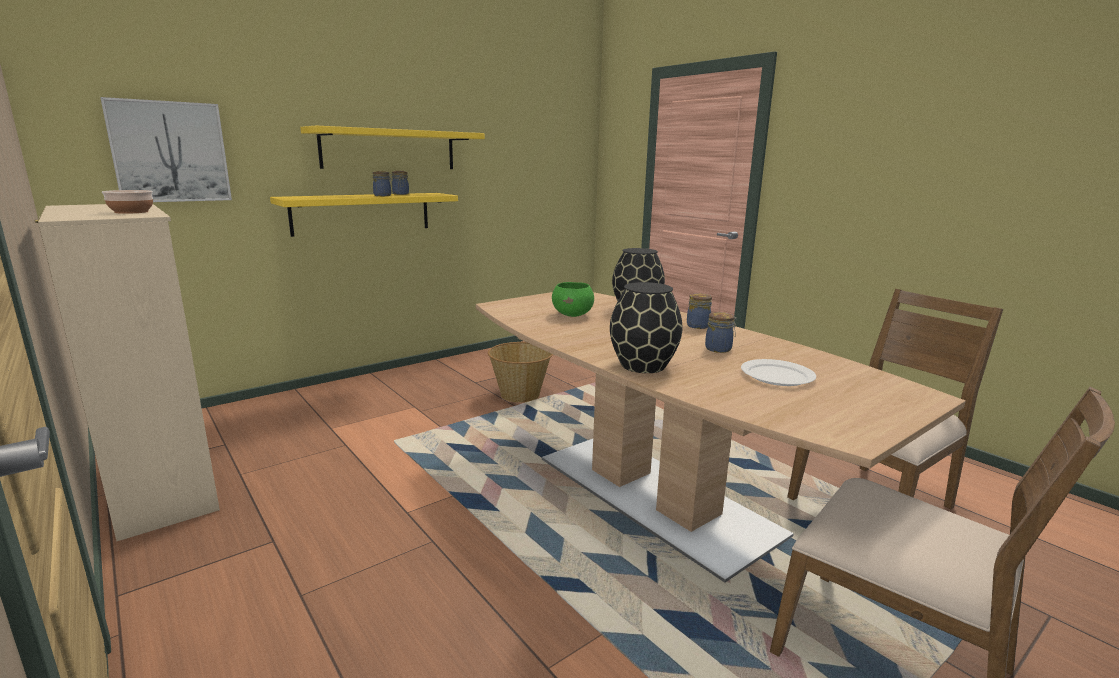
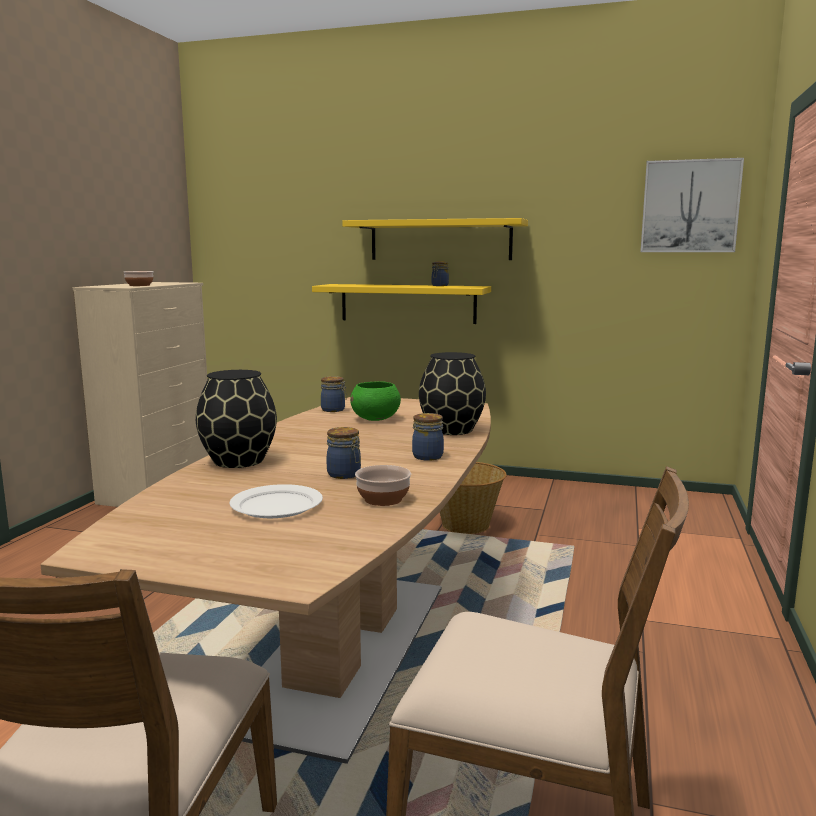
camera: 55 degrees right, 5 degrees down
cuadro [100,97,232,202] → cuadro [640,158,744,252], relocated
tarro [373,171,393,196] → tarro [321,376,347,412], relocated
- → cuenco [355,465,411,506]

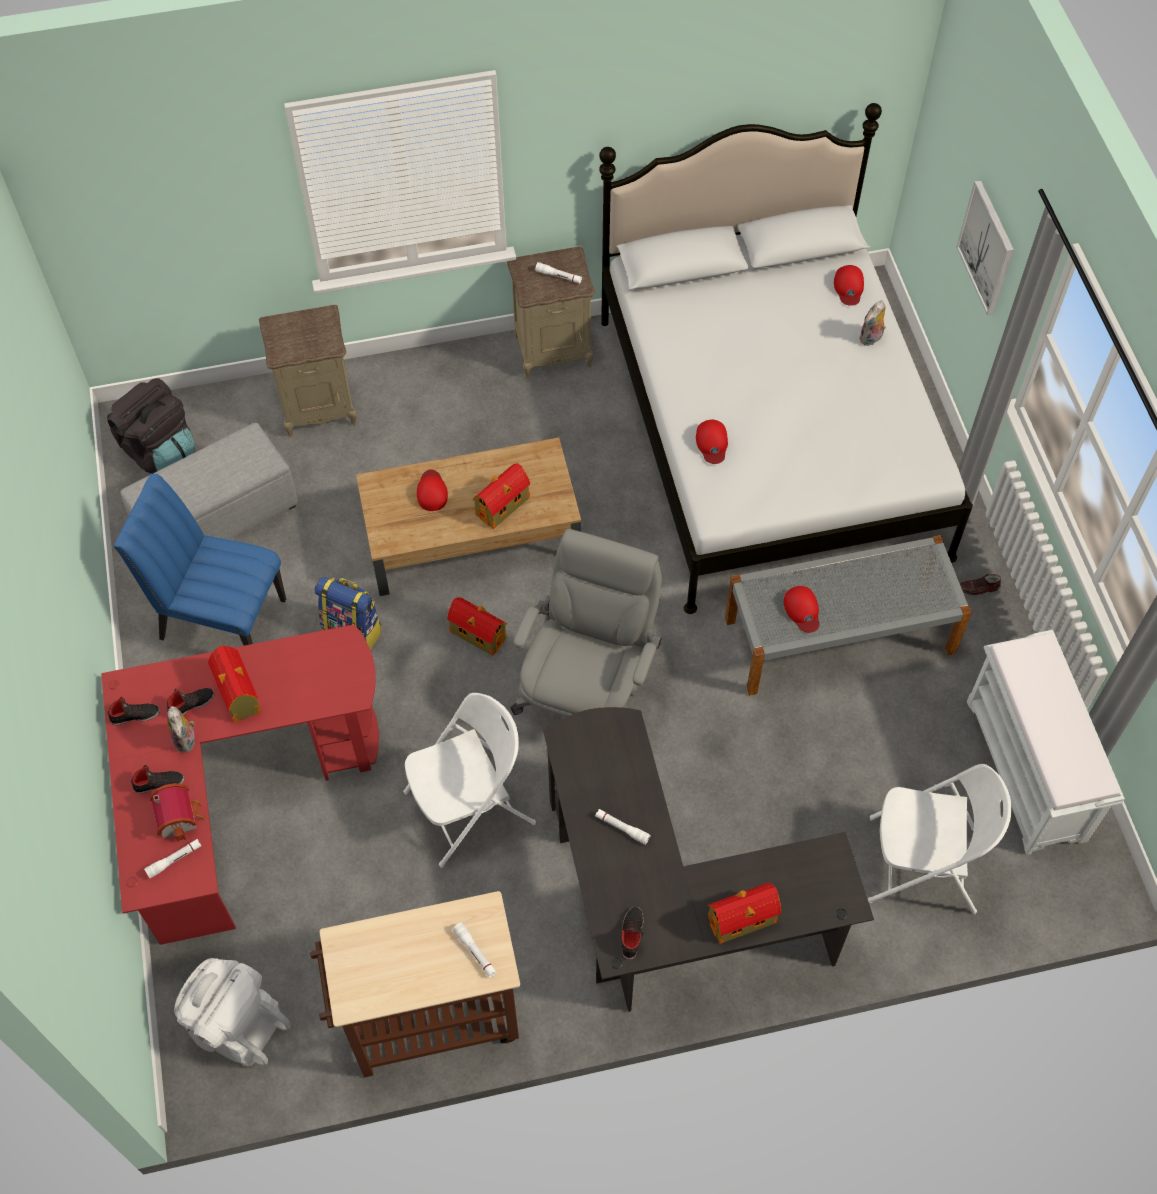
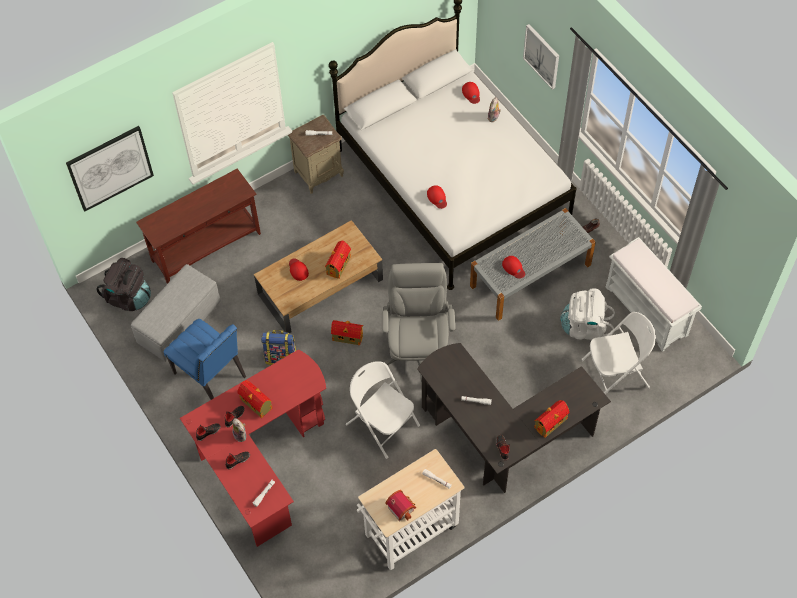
camera: 20 degrees left, 0 degrees up
silla [azul] [113,474,286,646] → silla [azul] [164,319,246,400], 135 degrees counterclockwise
casita [150,783,205,842] → casita [385,490,416,522], relocated
mochila [blanco] [174,958,291,1066] → mochila [blanco] [560,288,615,340], relocated
mesita de noche [beis] [259,305,357,437] → mesa consola [marrón] [136,169,261,284]
carrito [marrón] [310,891,520,1077] → carrito [blanco] [357,449,464,571]
silla [blanco] [403,693,536,868] → silla [blanco] [346,361,420,459], 90 degrees counterclockwise
- → cuadro [66,126,154,212]

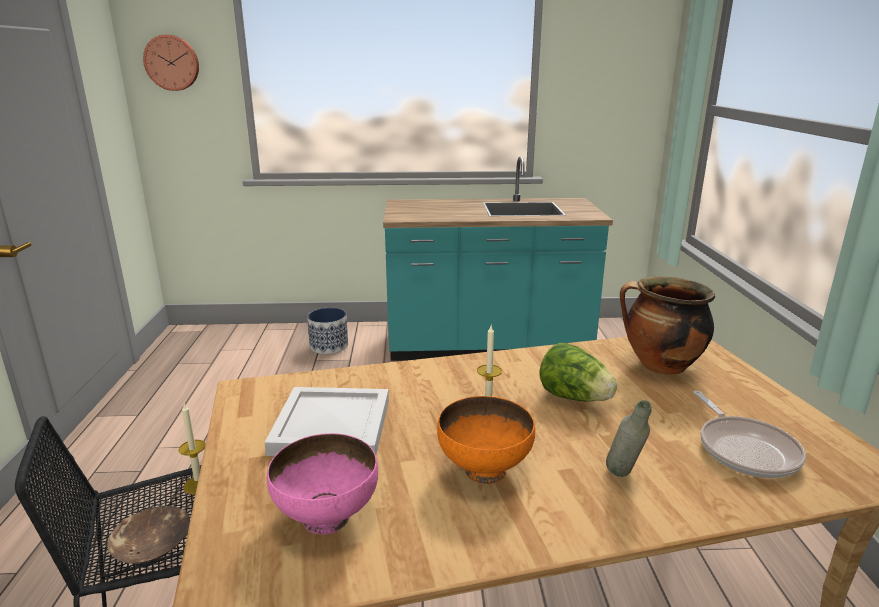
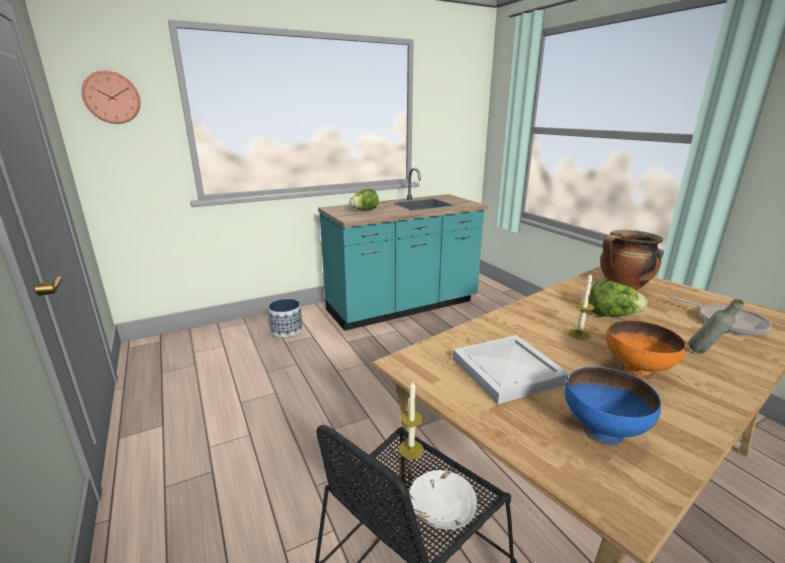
camera: 25 degrees left, 0 degrees up
cuenco [marrón] [107,506,190,564] → cuenco [blanco] [409,470,477,530]
cuenco [rosa] [267,433,378,534] → cuenco [azul] [565,367,661,445]
- → lechuga [349,189,379,210]

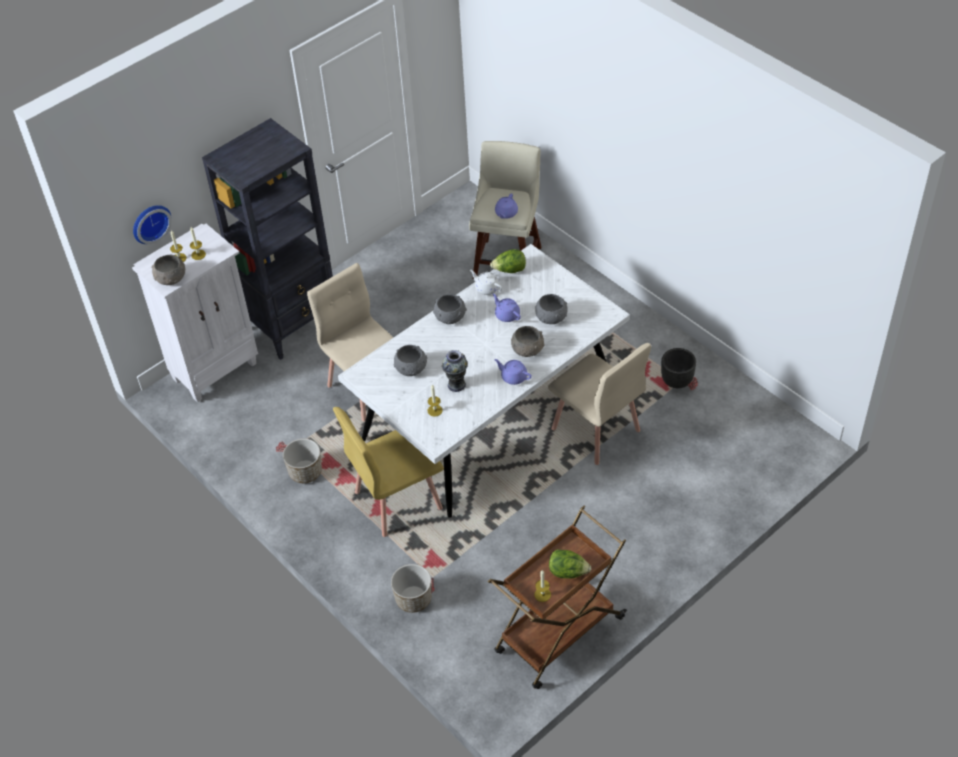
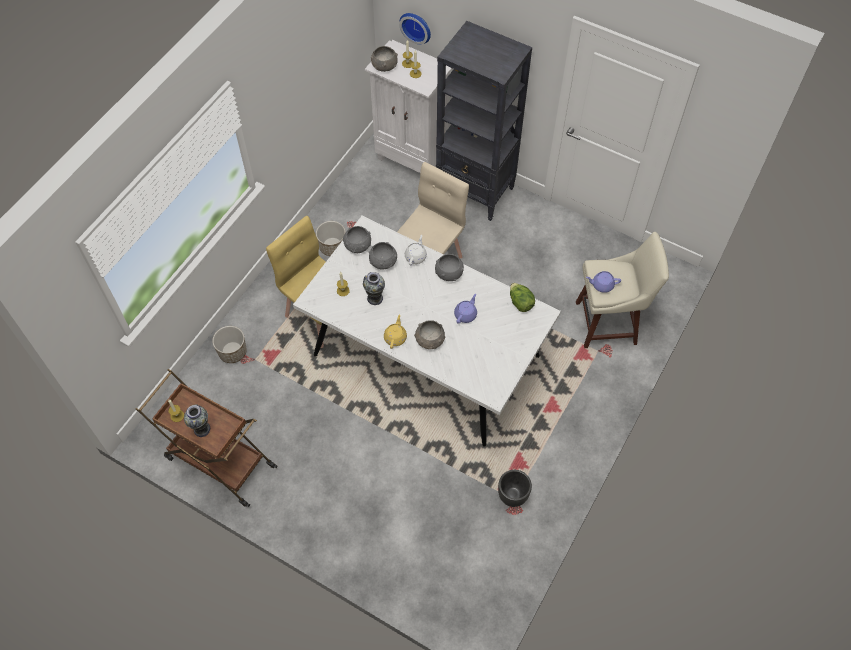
camera: 70 degrees right, 10 degrees up
tetera [blanco] [470,270,502,295] → tetera [blanco] [405,235,427,265], relocated
tetera [morado] [494,359,532,385] → tetera [amarillo] [384,314,407,349]
cuenco [gris] [535,294,568,324] → cuenco [gris] [343,226,371,253], relocated
silla [beis] [548,343,651,465] → -
lechuga [549,550,591,579] → florero [184,404,210,437]

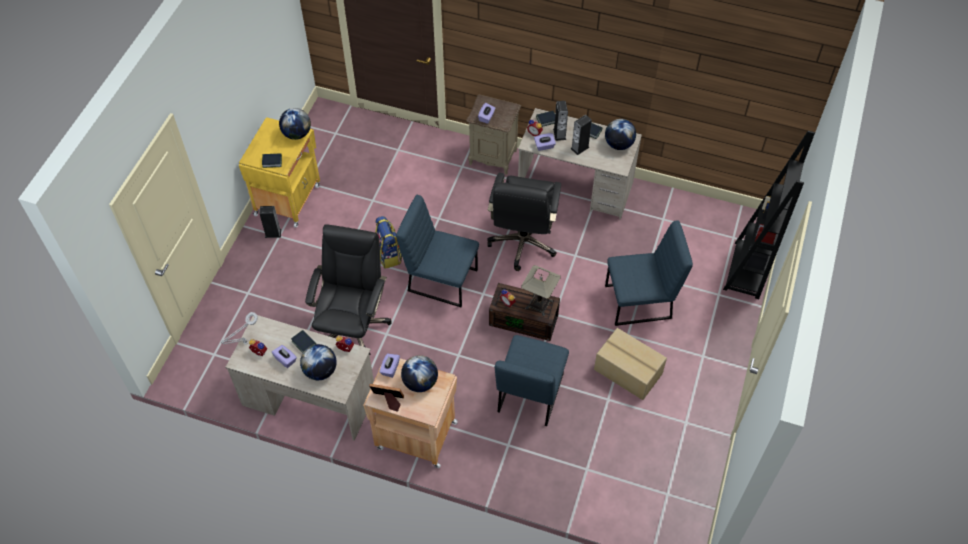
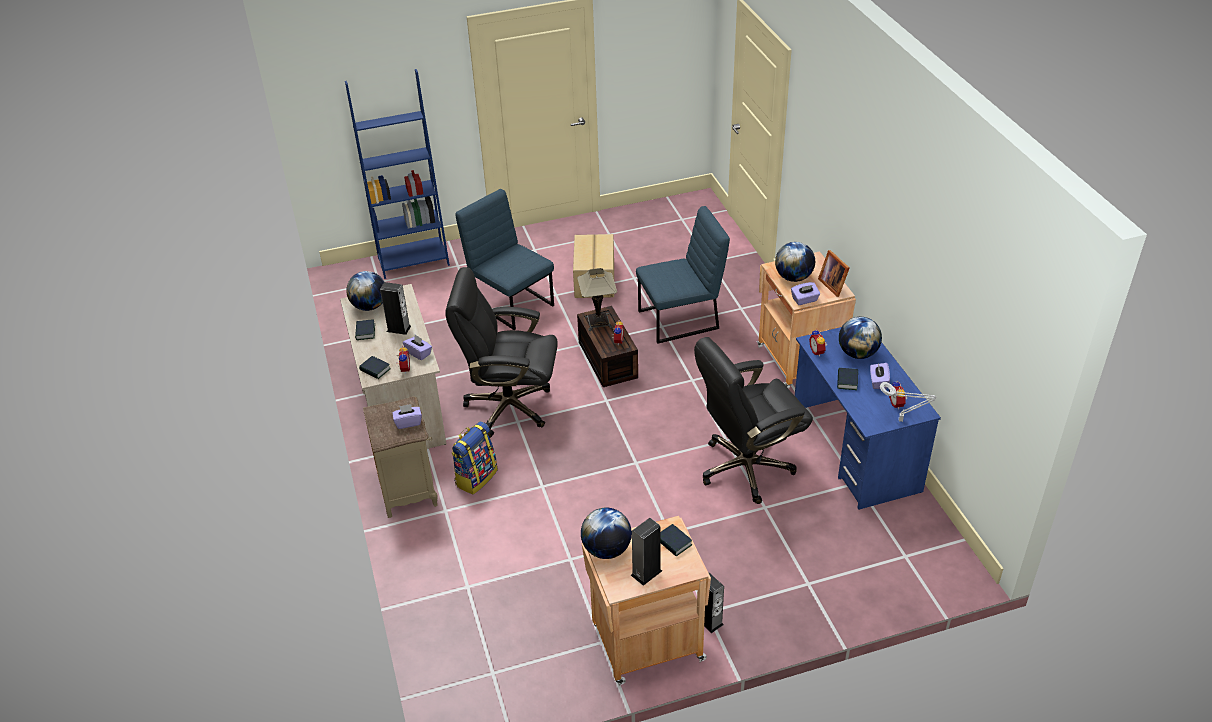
camera: 125 degrees left, 15 degrees down
escritorio [beis] [225,315,374,441] → escritorio [azul] [795,327,941,510]
carrito [amarillo] [239,117,320,228] → carrito [marrón] [582,516,711,686]
mochila [375,216,402,269] → mochila [451,421,498,494], relocated
silla [azul] [396,195,479,307] → -
silla de oficina [negro] [487,173,561,271] → silla de oficina [negro] [445,267,558,437], 150 degrees counterclockwise
altavoz [553,101,568,141] → altavoz [631,518,662,586], relocated
estantería [negro] [723,131,815,299] → estantería [azul] [345,69,450,279]

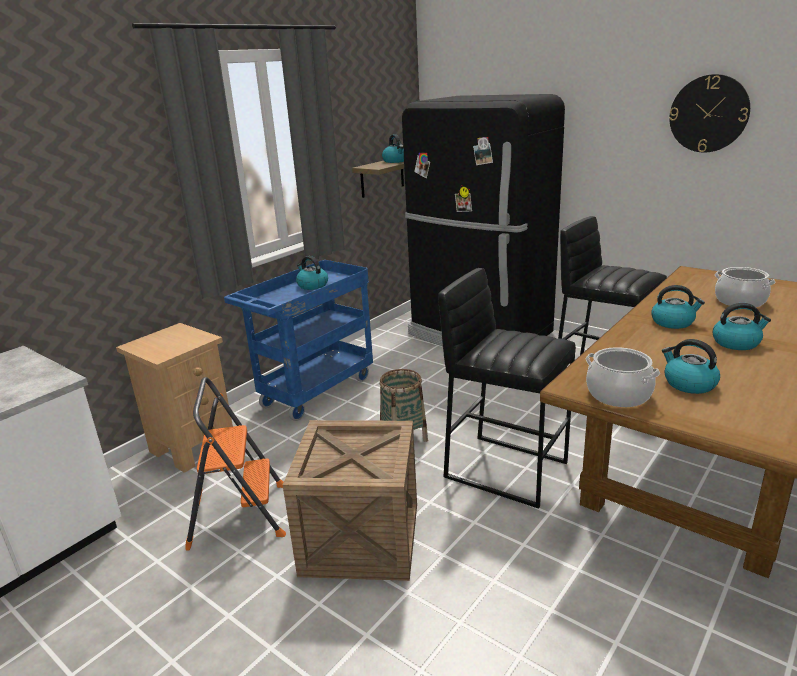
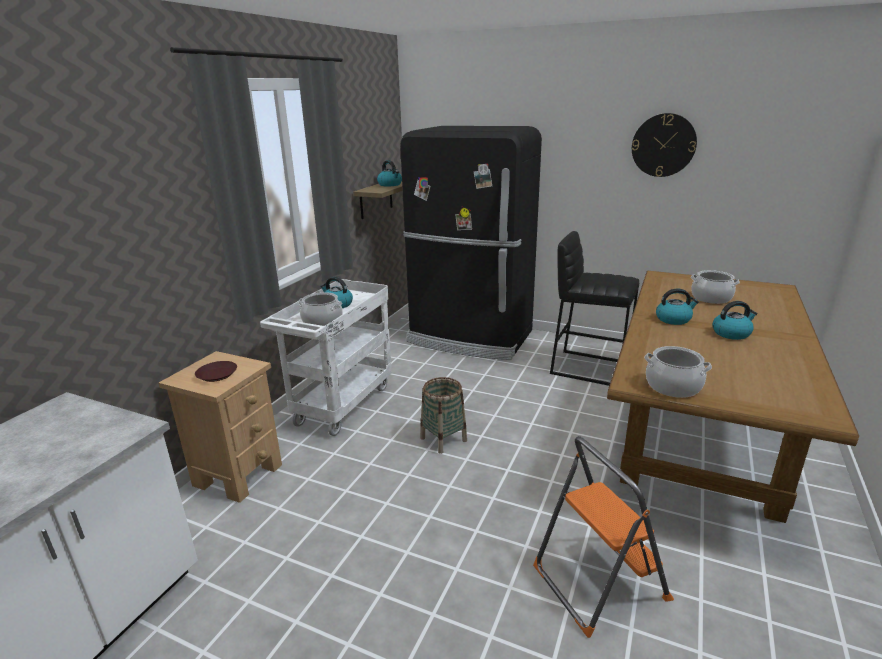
camera: 15 degrees left, 0 degrees up
escalera de tijera [naranja] [185,377,286,551] → escalera de tijera [naranja] [533,436,674,638], relocated
carrito [azul] [224,260,373,421] → carrito [blanco] [260,279,392,436]
caja de embalaje [283,420,417,581] → -
taburete [negro] [438,268,576,509] → -
hervidor [662,339,720,394] → -
- → plato [marrón] [195,361,237,382]
- → olla [298,292,343,326]

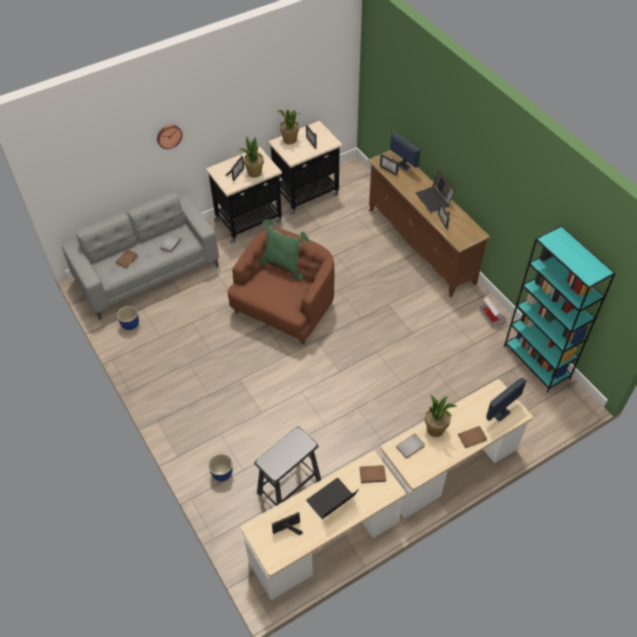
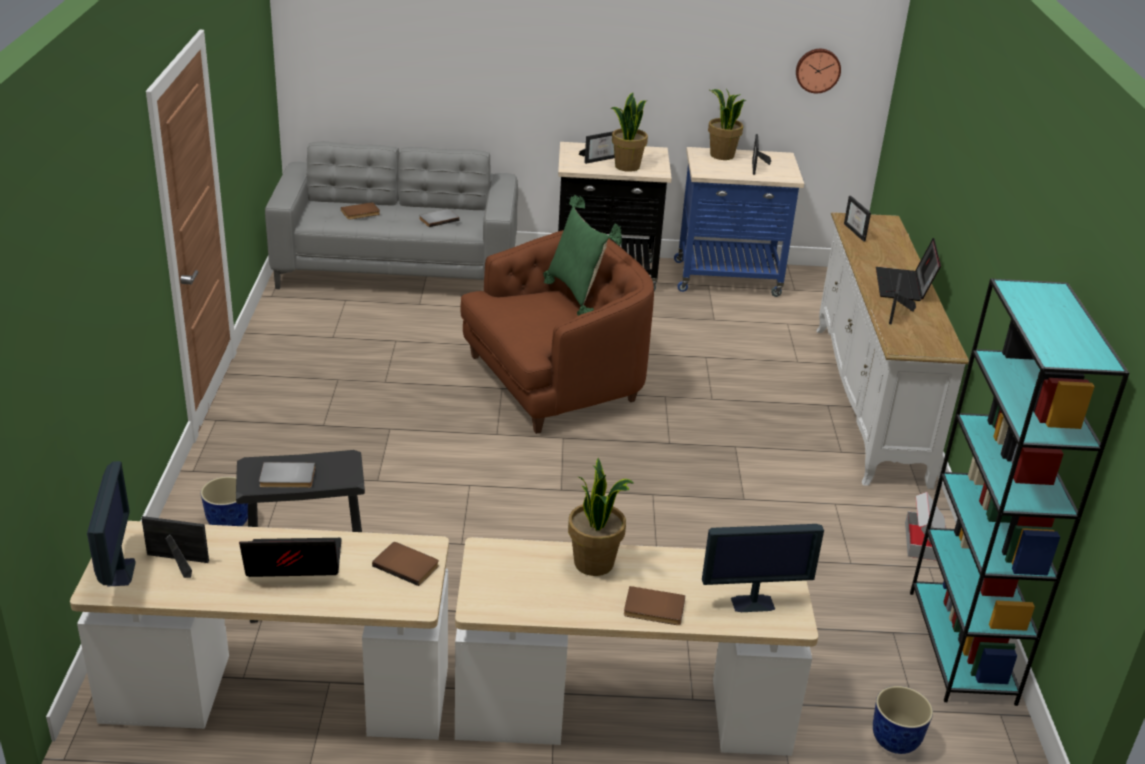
camera: 30 degrees right, 20 degrees down
maceta [117,306,139,330] → maceta [873,686,933,754], relocated
reloj de pared [157,125,183,149] → reloj de pared [796,49,841,93], relocated
carrito [negro] [268,121,342,215] → carrito [azul] [674,147,804,297]
armario [marrón] [368,150,490,298] → armario [blanco] [816,212,969,489]
monitor [390,131,421,171] → monitor [87,461,136,587], relocated
libro [gris] [396,434,425,459] → libro [gris] [259,462,315,488], relocated

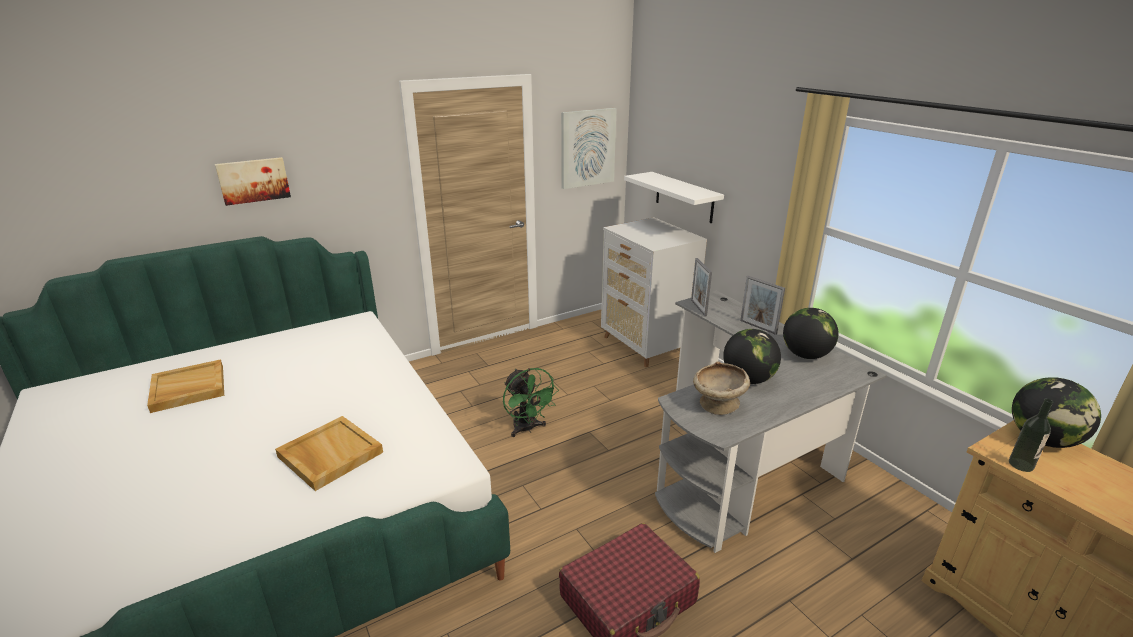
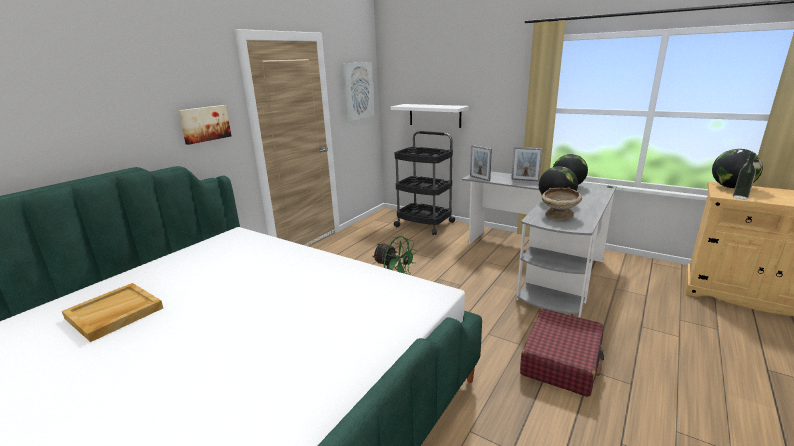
camera: 25 degrees left, 5 degrees down
cuadro [215,157,291,206] → cuadro [178,105,231,145], relocated
bandeja [beis] [275,416,383,491] → -
cómoda [blanco] [601,217,707,367] → carrito [negro] [394,131,455,235]

